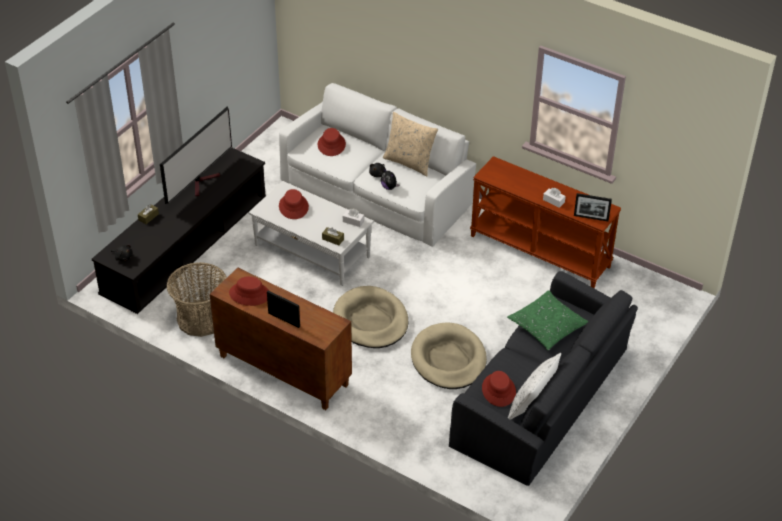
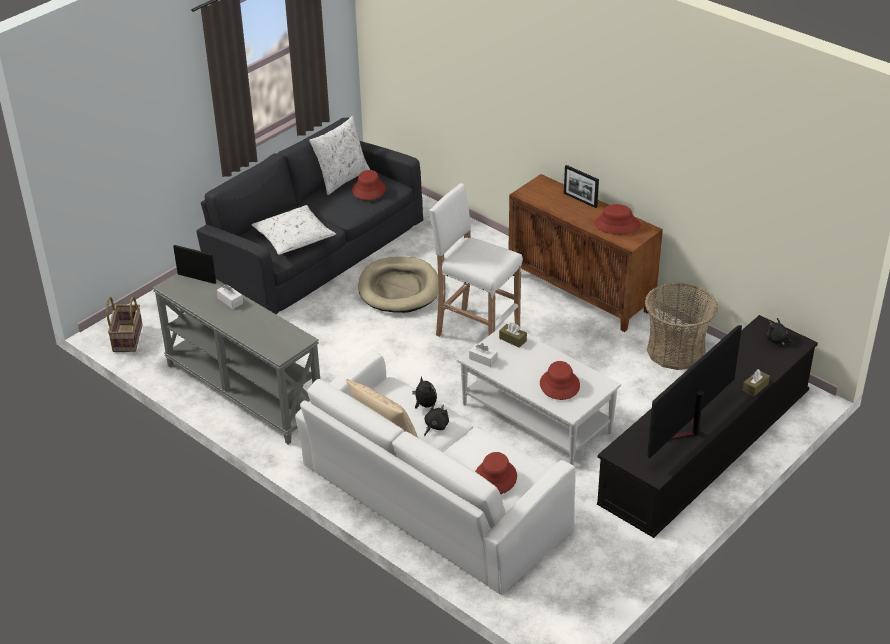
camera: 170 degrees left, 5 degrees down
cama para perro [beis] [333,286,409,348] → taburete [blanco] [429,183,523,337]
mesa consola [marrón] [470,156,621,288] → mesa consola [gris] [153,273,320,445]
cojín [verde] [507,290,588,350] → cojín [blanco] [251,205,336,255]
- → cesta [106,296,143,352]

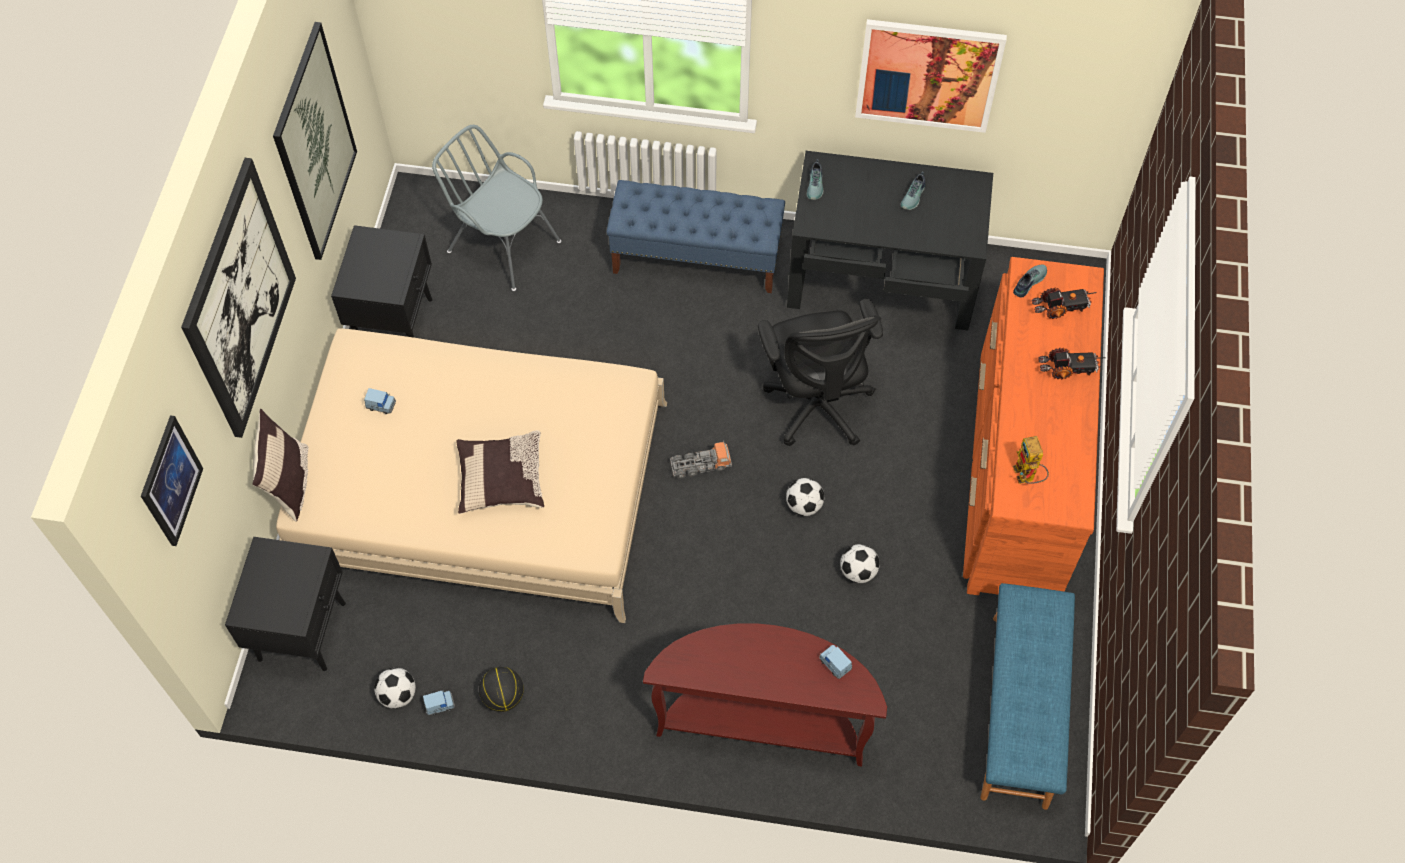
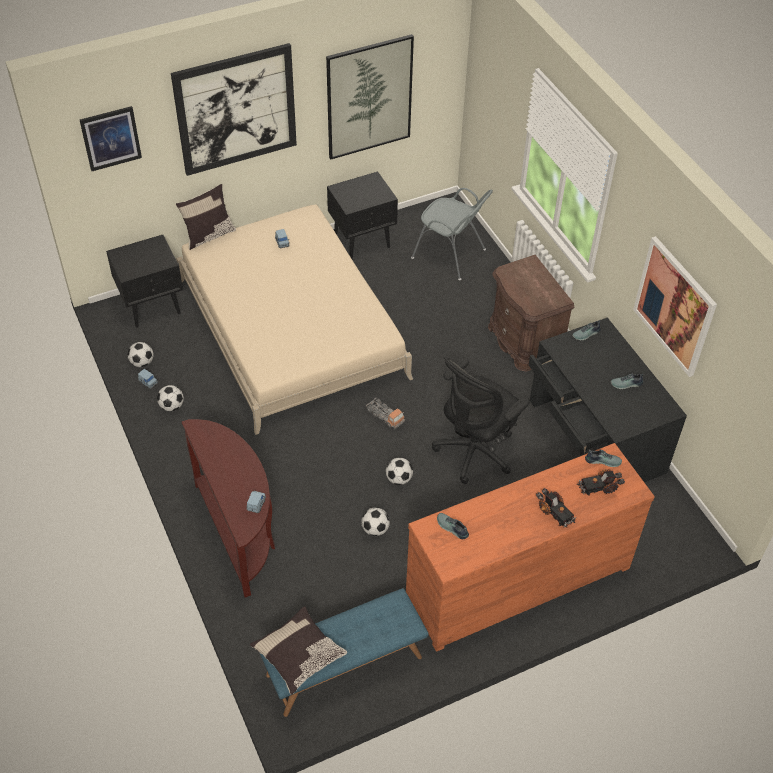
camera: 55 degrees right, 10 degrees down
silla [gris] [432,125,561,291] → silla [gris] [411,188,493,280], 120 degrees clockwise
cojín [456,430,544,514] → cojín [250,607,347,695], relocated
balón de baloncesto [479,667,524,712] → balón de fútbol [157,385,184,411]
banco [azul] [606,180,785,293] → mesita de noche [marrón] [488,255,575,371]
robot de juguete [1013,436,1049,484] → zapato [437,513,469,539]
camión de juguete [1032,288,1097,319] → camión de juguete [577,469,625,496], 120 degrees clockwise

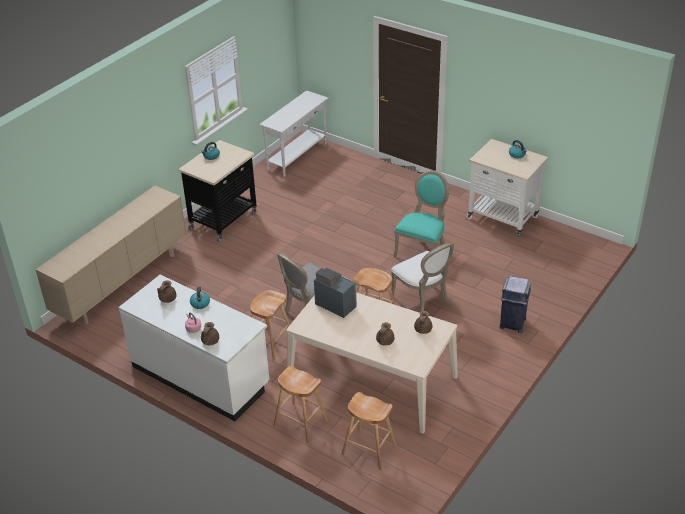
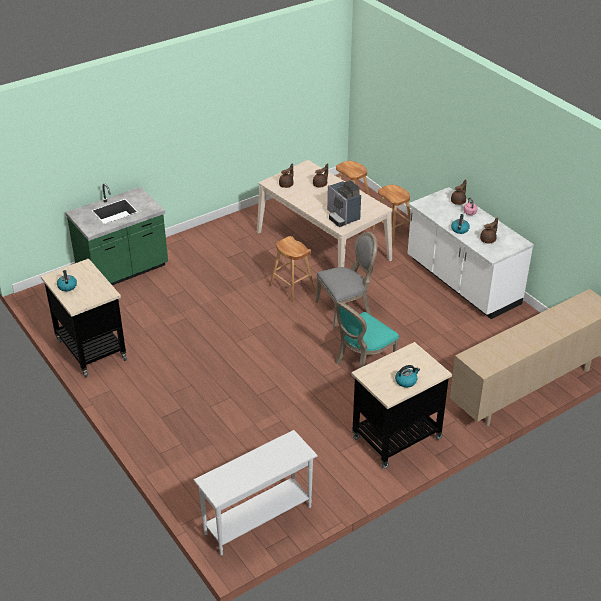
camera: 160 degrees left, 0 degrees up
taburete [marrón] [250,290,290,361] → -
silla [blanco] [391,243,454,312] → -
silla [turquesa] [394,170,449,258] → silla [turquesa] [335,301,399,368], relocated
carrito [blanco] [466,139,548,237] → carrito [negro] [41,259,127,378]
papelera [azul] [500,276,531,333] → -
- → mueble bajo de cocina [verde] [65,183,168,285]

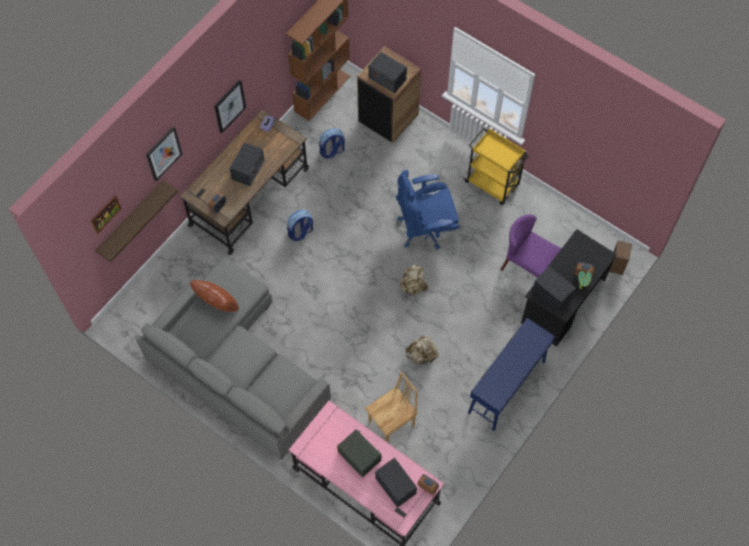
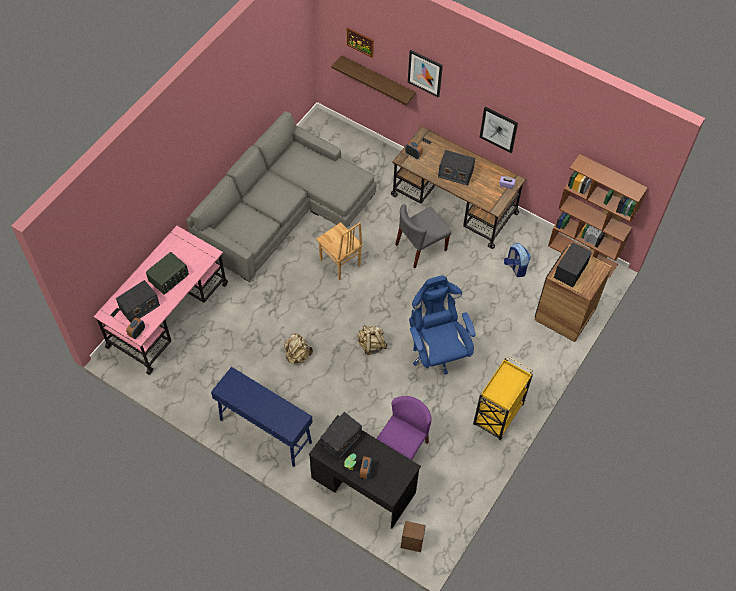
camera: 85 degrees right, 5 degrees down
cojín [marrón] [190,280,239,312] → -
mochila [287,210,313,241] → silla [gris] [395,204,451,269]
silla [marrón] [365,372,418,442] → silla [marrón] [316,222,363,280], relocated

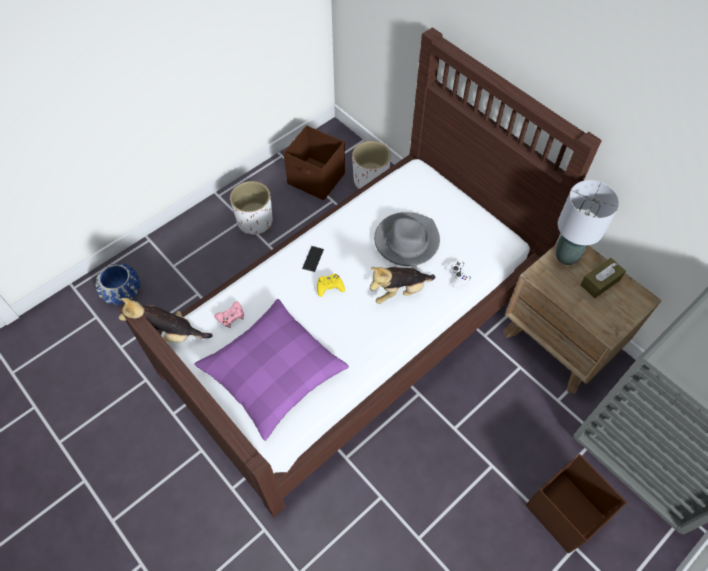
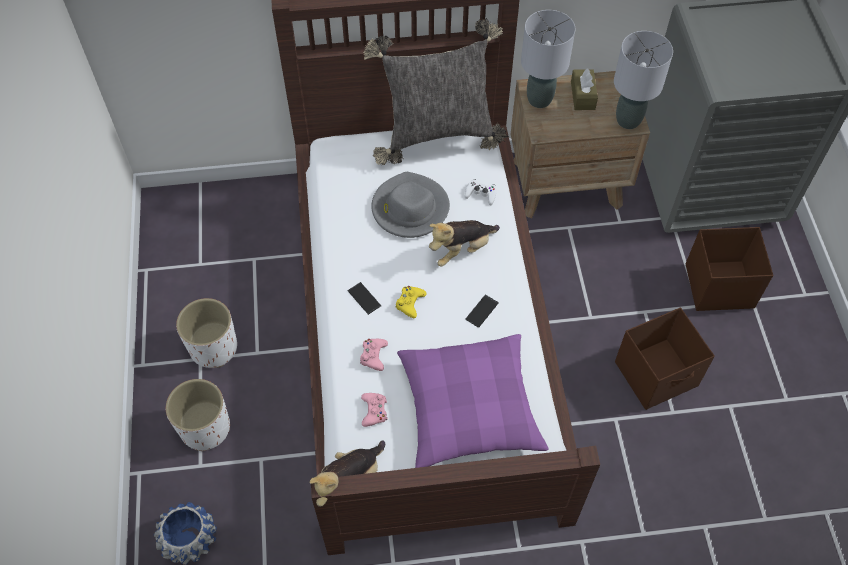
camera: 55 degrees left, 0 degrees up
caja de almacenaje [marrón] [283,126,345,200] → caja de almacenaje [marrón] [615,307,715,410], relocated
maceta [blanco] [352,141,391,189] → maceta [blanco] [166,379,230,451], relocated
peluche [370,267,435,304] → peluche [429,220,500,266], 45 degrees clockwise
- → mando de consola [rosa] [360,339,388,371]
- → cojín [363,18,509,166]
- → móvil [465,294,499,328]
- → lámpara de mesa [gris] [614,31,673,129]

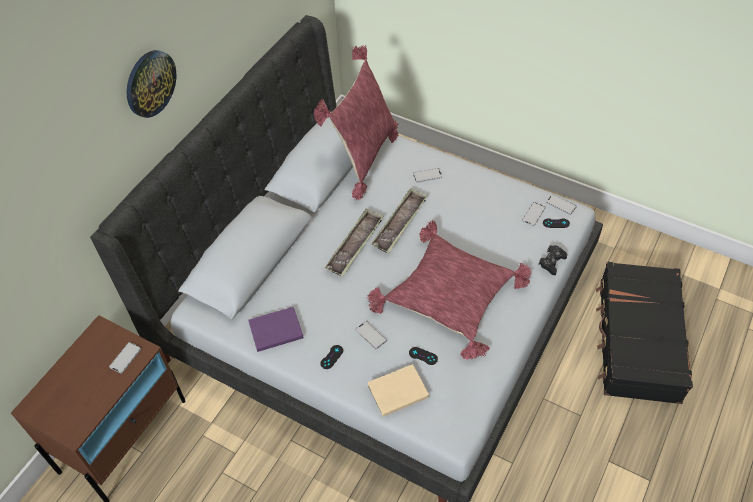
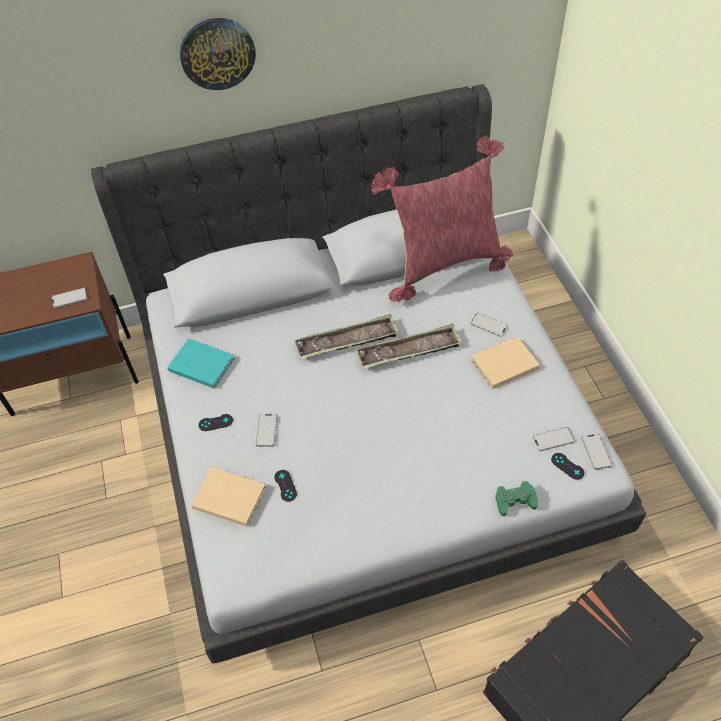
camera: 45 degrees right, 0 degrees up
libro [morado] [248,307,304,352] → libro [turquesa] [167,338,235,388]
cojín [rojo] [367,220,531,360] → -
mando de consola [negro] [538,245,567,275] → mando de consola [verde] [495,481,538,516]
- → libro [beis] [471,337,540,389]

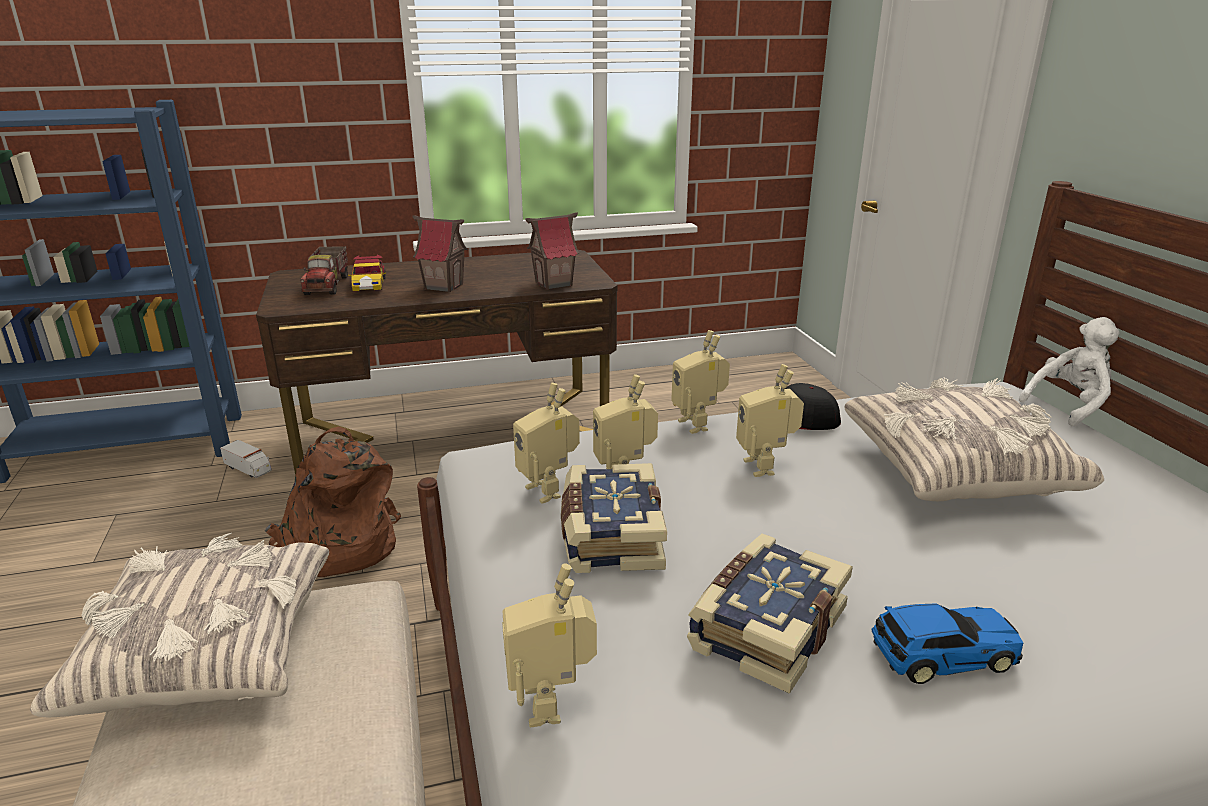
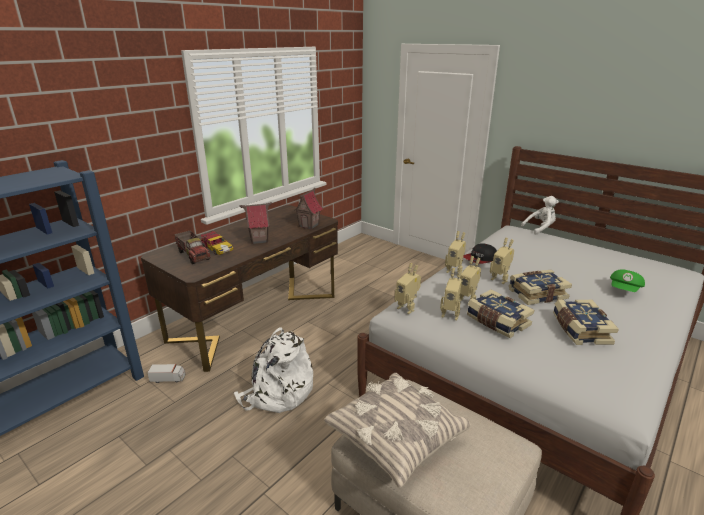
camera: 35 degrees left, 0 degrees up
mochila [marrón] [265,426,401,577] → mochila [blanco] [234,328,313,413]
robot de juguete [502,563,597,728] → robot de juguete [395,263,421,314], relocated
cojín [beis] [845,377,1104,501] → -
coche de juguete [871,603,1023,684] → -
peluche [blanco] [1019,317,1120,426] → peluche [blanco] [521,196,559,235], 45 degrees clockwise
- → libro [509,270,572,305]
- → gorra [verde] [610,269,645,292]

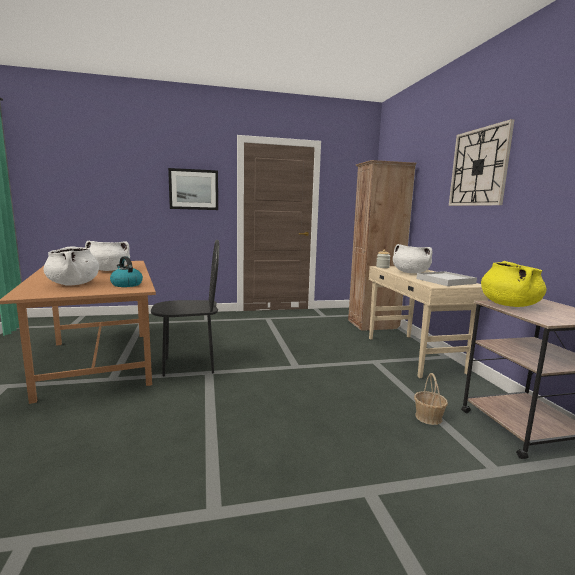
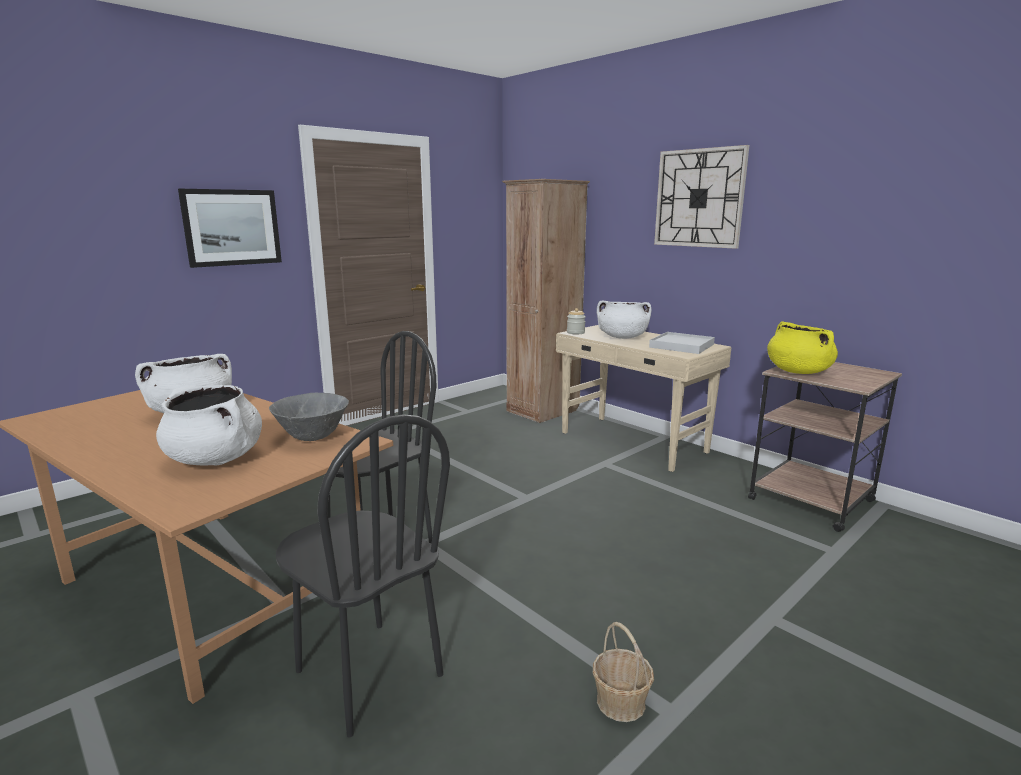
camera: 30 degrees left, 5 degrees up
hervidor [110,256,143,287] → cuenco [gris] [269,393,349,441]
cesta [414,373,448,425] → cesta [593,622,654,722], relocated
- → silla [negro] [276,414,450,738]

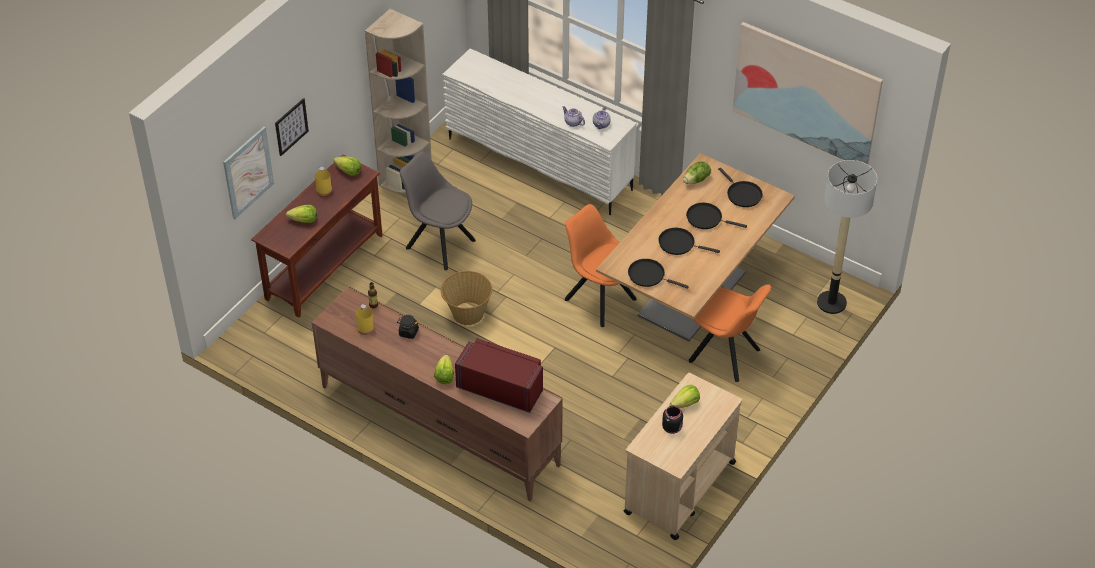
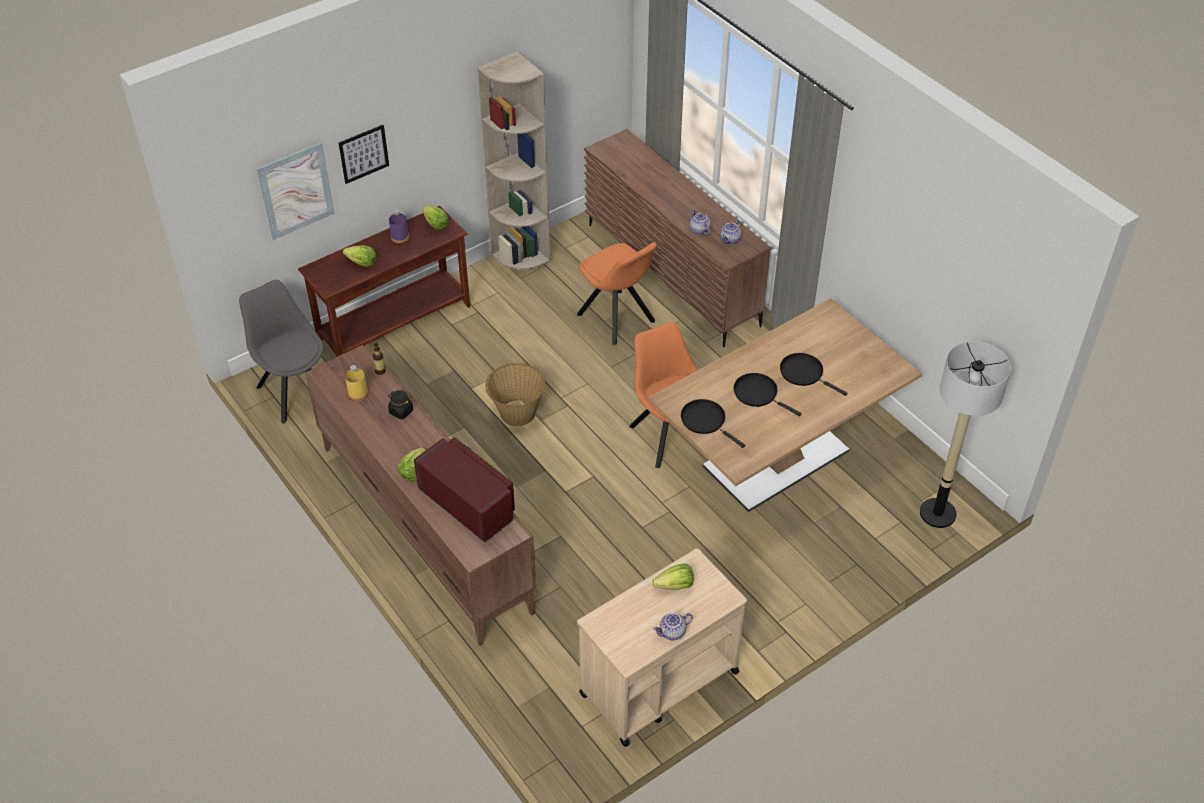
camera: 20 degrees right, 0 degrees up
botella [amarillo] [315,167,332,196] → botella [morado] [389,209,409,243]
silla [gris] [400,152,476,270] → silla [gris] [239,280,324,423], relocated
cómoda [blanco] [442,48,637,215] → cómoda [marrón] [584,129,771,347]
tarro [negro] [662,405,683,434] → -
lechuga [683,161,711,184] → -
silla [naranja] [689,284,771,382] → silla [naranja] [577,242,657,345], relocated
sartén [negro] [718,168,763,207] → -
cuadro [732,22,883,165] → -
- → tetera [653,613,693,640]

